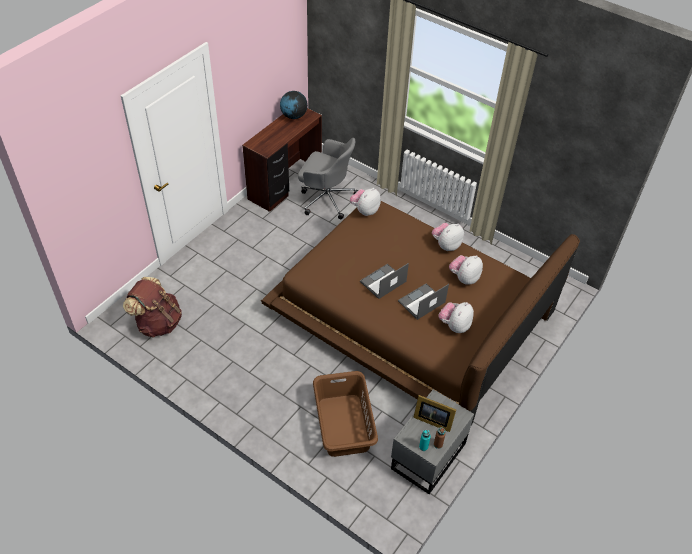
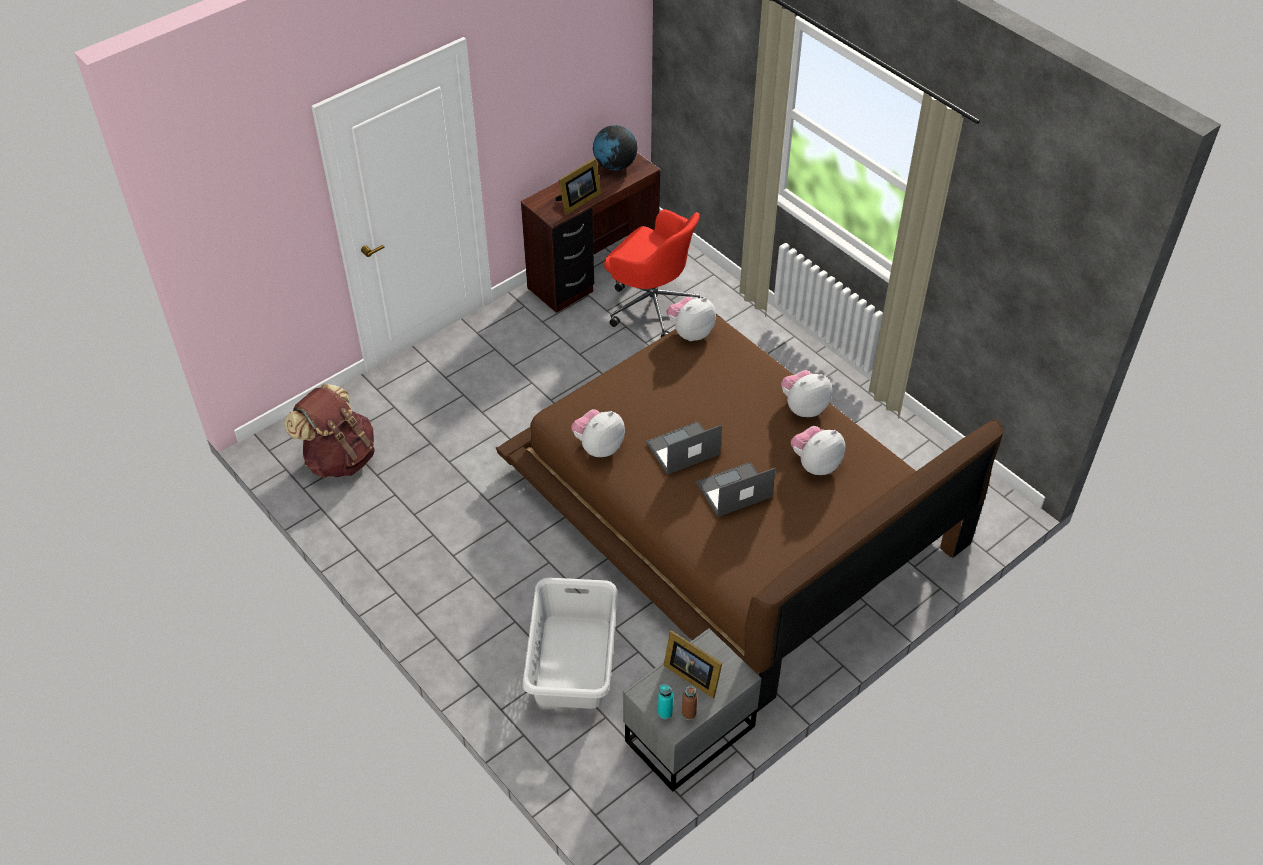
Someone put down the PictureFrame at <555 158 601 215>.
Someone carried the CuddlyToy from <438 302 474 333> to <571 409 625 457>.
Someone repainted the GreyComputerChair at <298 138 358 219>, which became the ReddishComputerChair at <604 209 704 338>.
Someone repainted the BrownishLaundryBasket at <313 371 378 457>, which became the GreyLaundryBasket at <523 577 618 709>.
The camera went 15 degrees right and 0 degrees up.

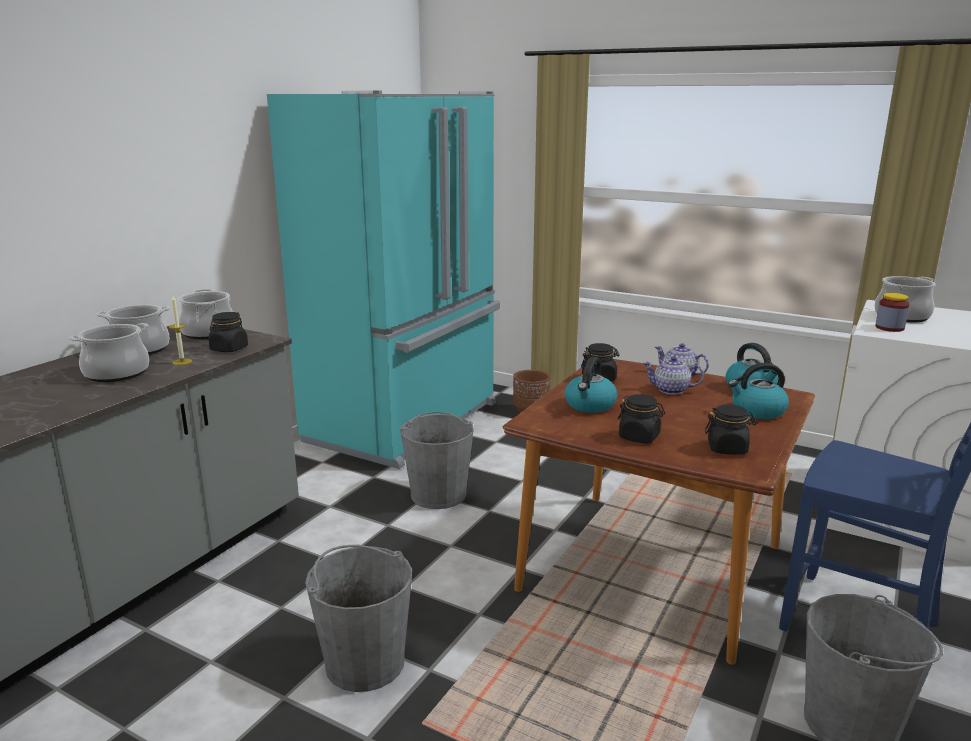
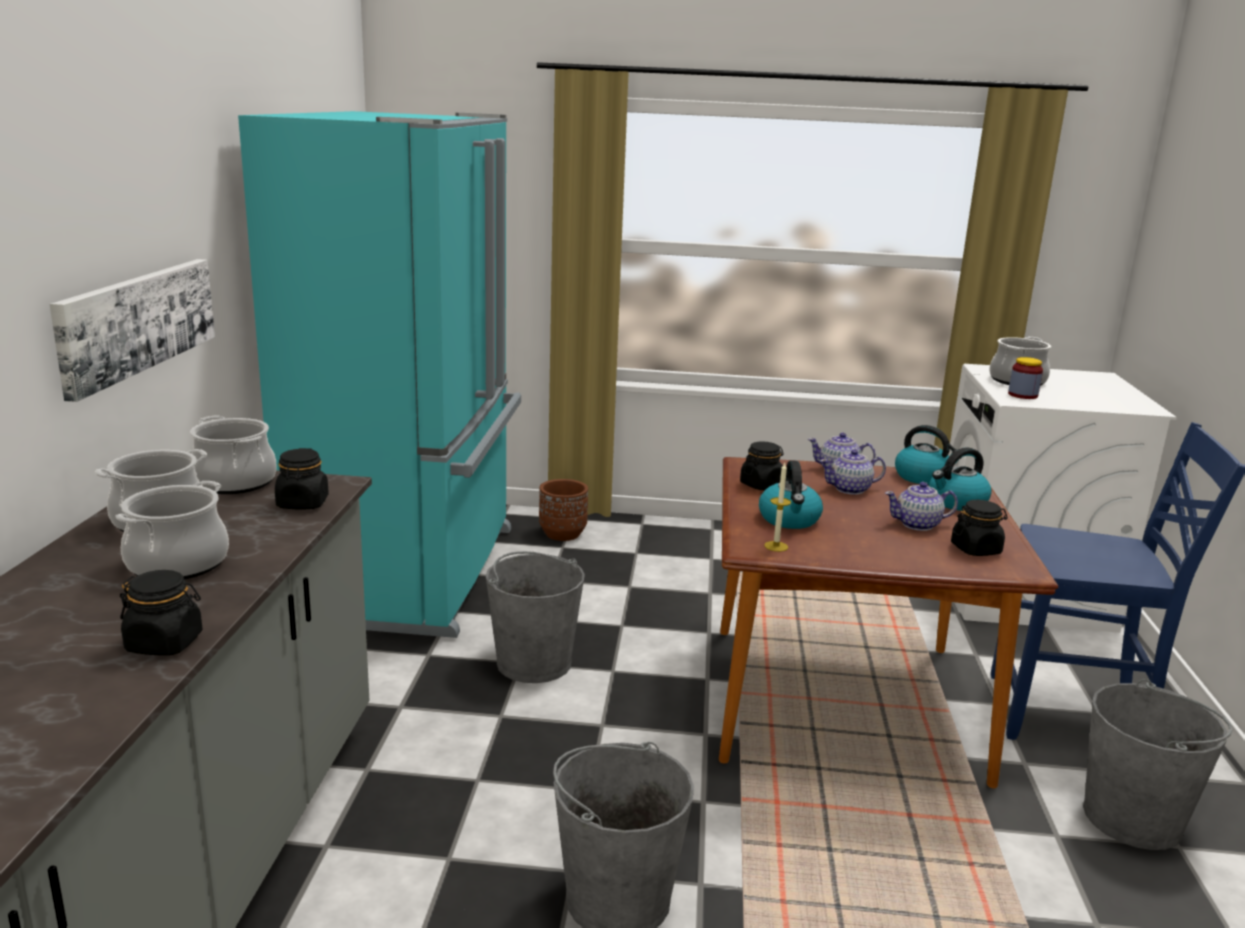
Someone put up the Picture at <50 259 215 402>.
Someone put down the PotForTea at <885 482 958 531>.
Someone carried the Candle from <169 296 192 365> to <764 463 791 552>.
Someone carried the BlackishPreserveJar from <618 394 665 444> to <120 570 202 655>.
The camera went 25 degrees left and 0 degrees up.

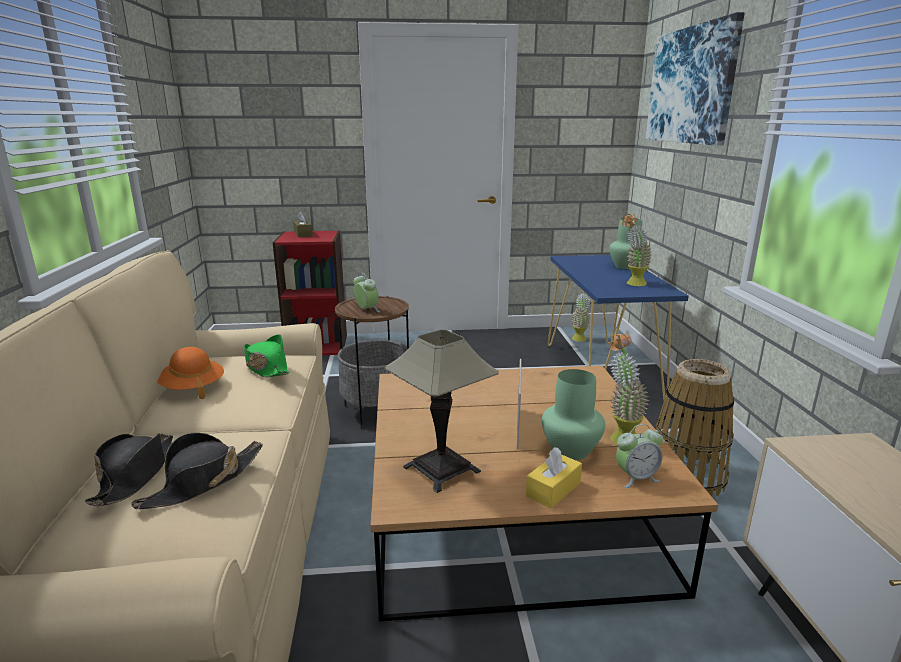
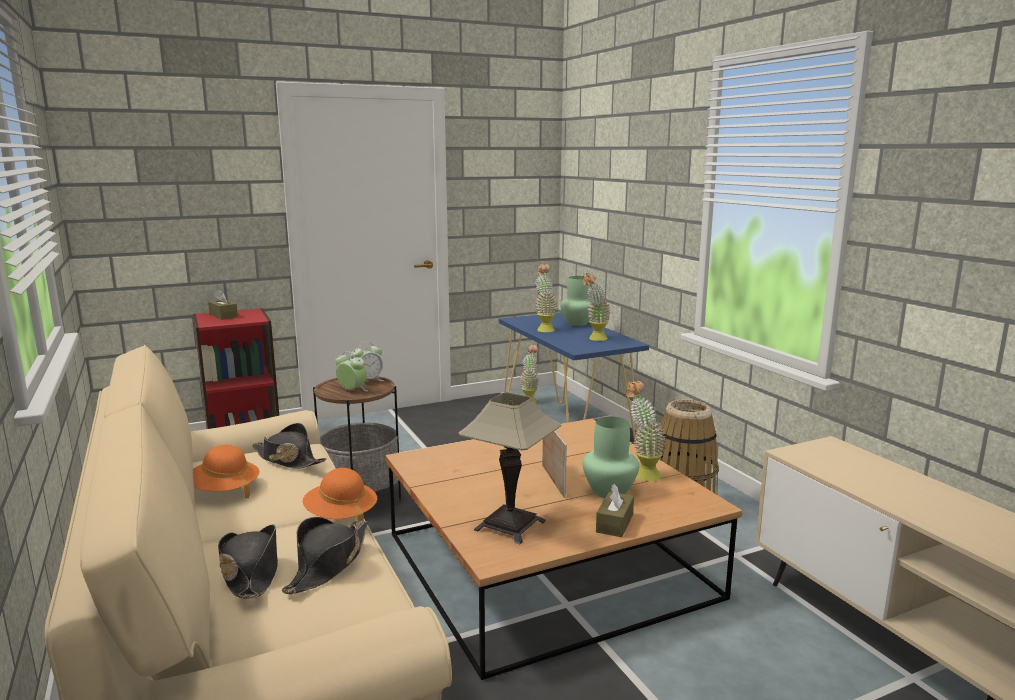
Someone took away the Picture at <646 12 745 146>.
Someone put down the OrangeyClothingHat at <303 468 377 521>.
Someone put down the PlantInAPot at <535 264 558 332>.
Someone carried the AlarmClock from <616 424 663 488> to <351 342 384 385>.
Someone repainted the GreenClothingHat at <244 334 290 378>, which became the BlackishClothingHat at <252 423 327 469>.
Someone repainted the YellowishTissueBox at <526 447 582 509>, which became the BrownishTissueBox at <596 484 634 537>.
The camera went 20 degrees left and 5 degrees down.

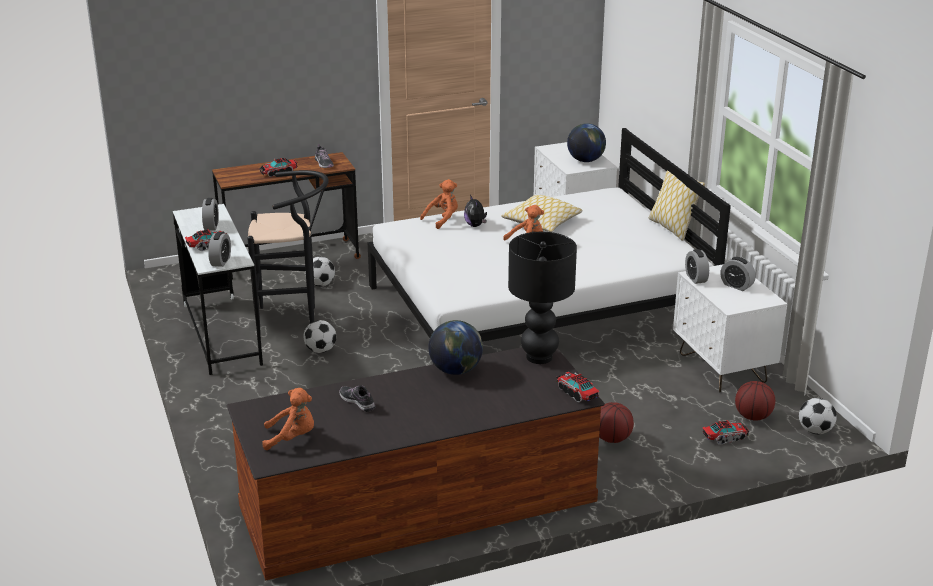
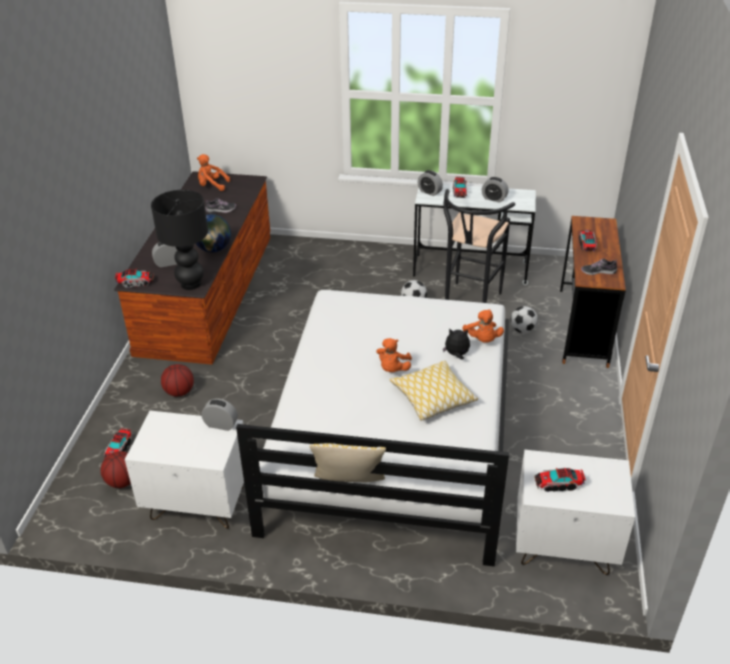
Someone took away the BallForFootball at <799 398 837 434>.
Someone carried the AlarmClock from <720 257 756 291> to <152 242 177 268>.
Someone swapped the Globe at <567 123 606 162> for the ToyTruck at <534 468 586 492>.
Someone rotated the OrangeyCuddlyToy at <262 388 314 450> by 75 degrees clockwise.
The camera went 120 degrees right and 10 degrees up.

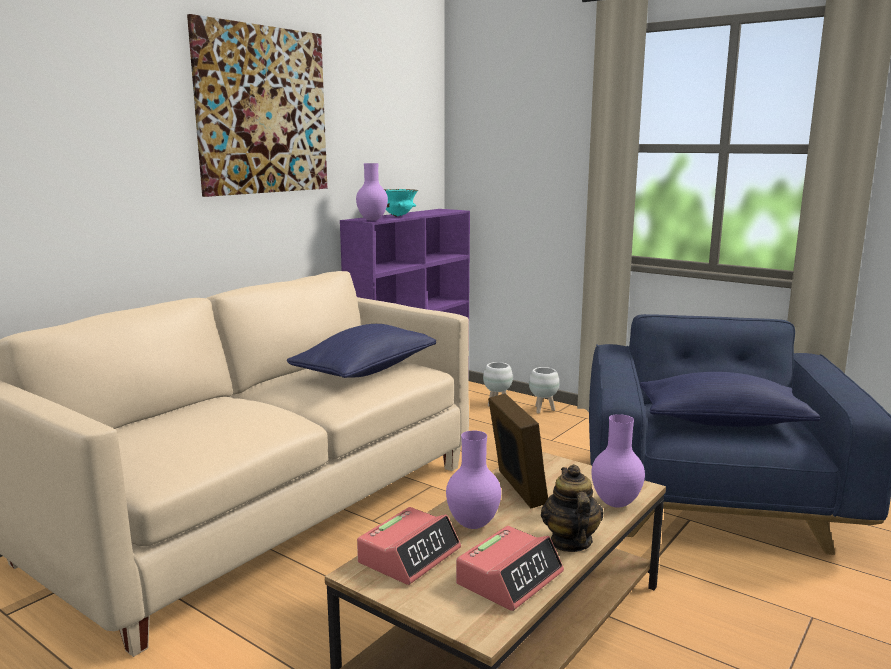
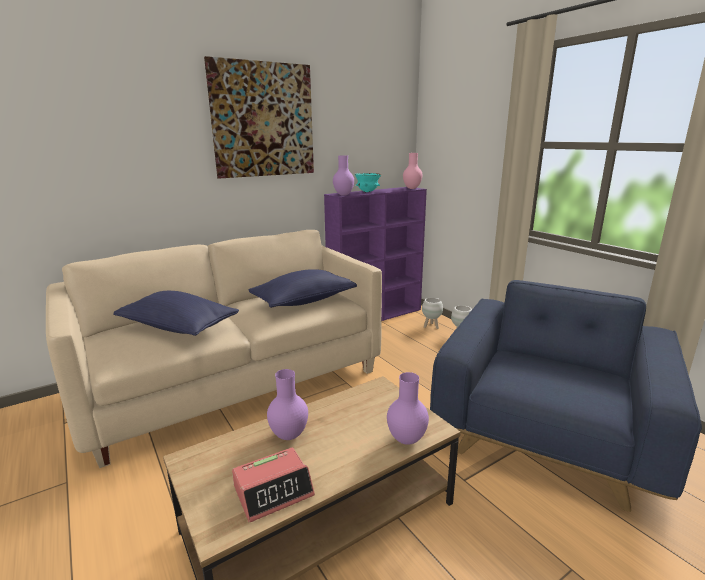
Someone took away the AlarmClock at <357 507 461 585>.
Someone took away the PictureFrame at <488 393 548 508>.
Someone took away the PotForTea at <541 464 603 552>.
Someone put down the PinkVase at <403 153 423 189>.
Someone carried the BluishPillow from <640 372 820 427> to <113 291 239 336>.
The camera went 20 degrees right and 5 degrees up.

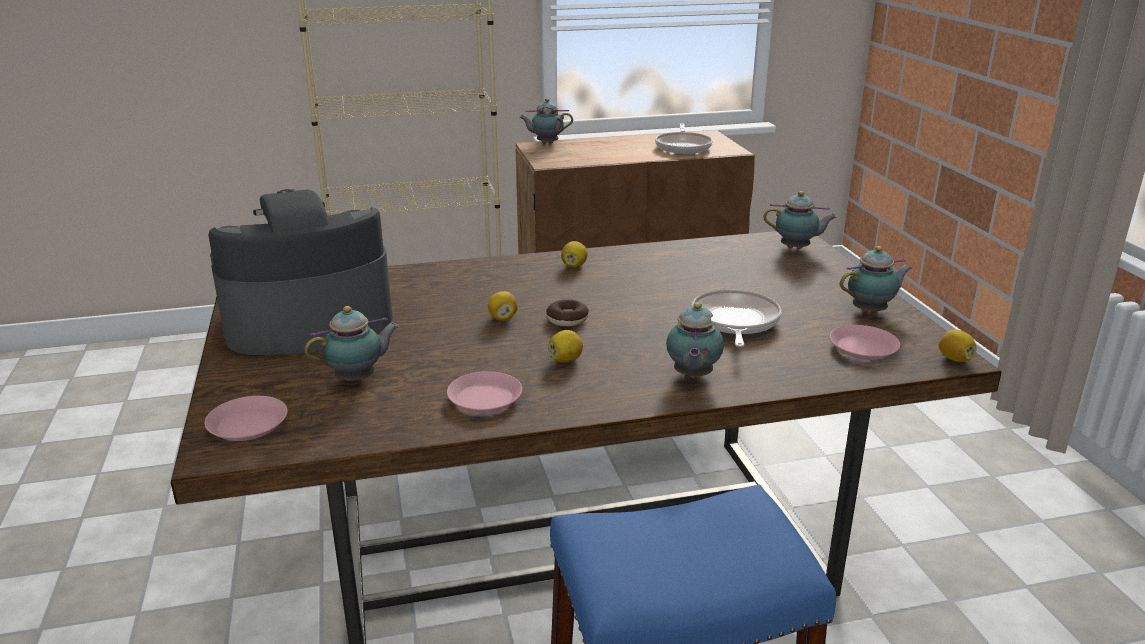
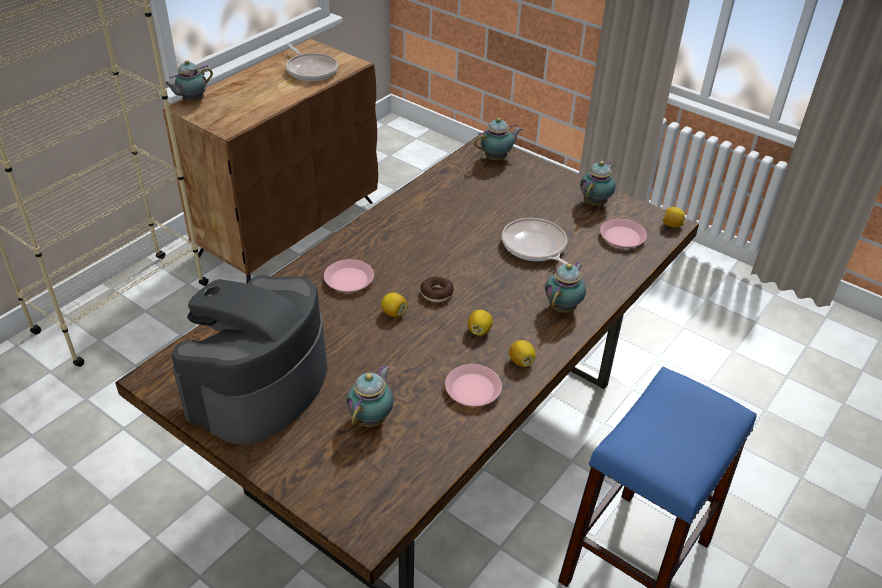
Someone carried the PinkDinnerPlate from <205 396 288 441> to <324 259 374 292>.
Someone carried the Lemon from <561 241 588 268> to <509 340 536 367>.
Someone rotated the PotForTea at <666 302 724 378> by 120 degrees counterclockwise.
The camera went 40 degrees left and 15 degrees up.

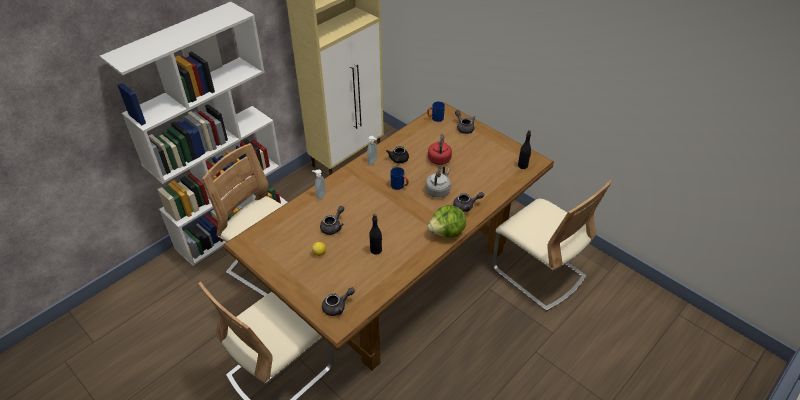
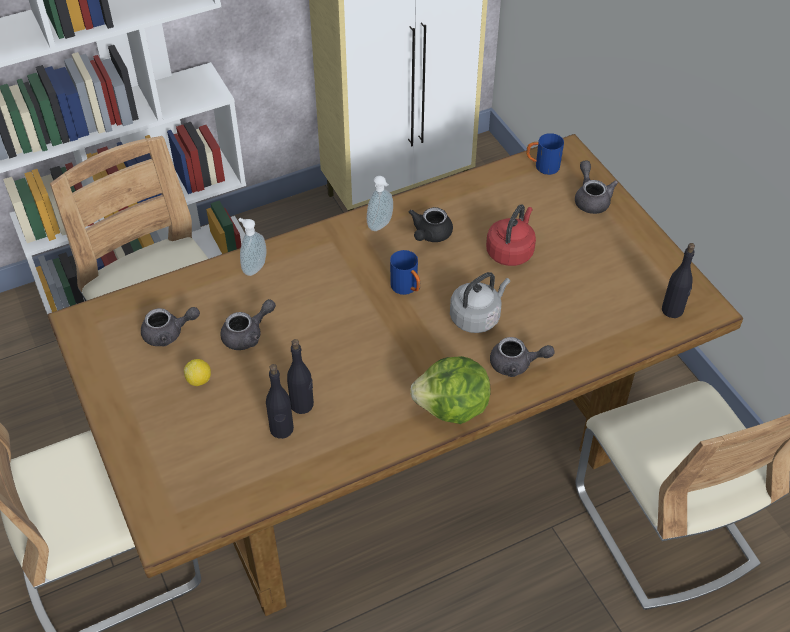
Someone put down the BlackishBottle at <266 364 294 439>.
Someone carried the GreyPotForTea from <322 287 355 316> to <141 307 200 346>.
The camera went 20 degrees right and 5 degrees up.

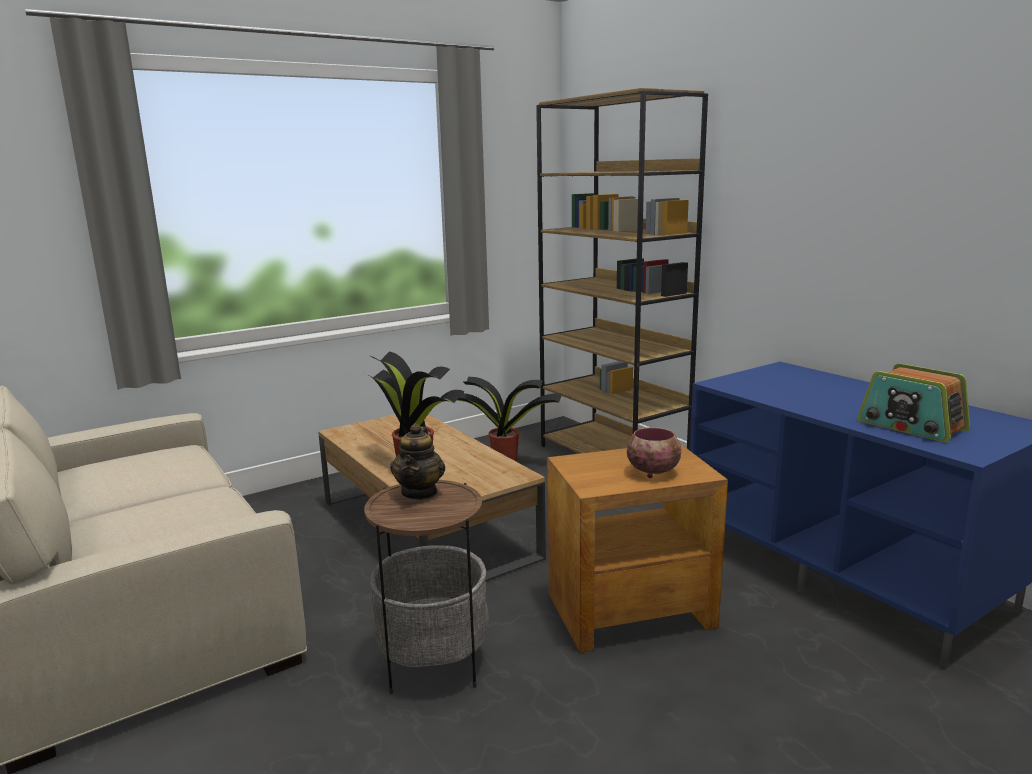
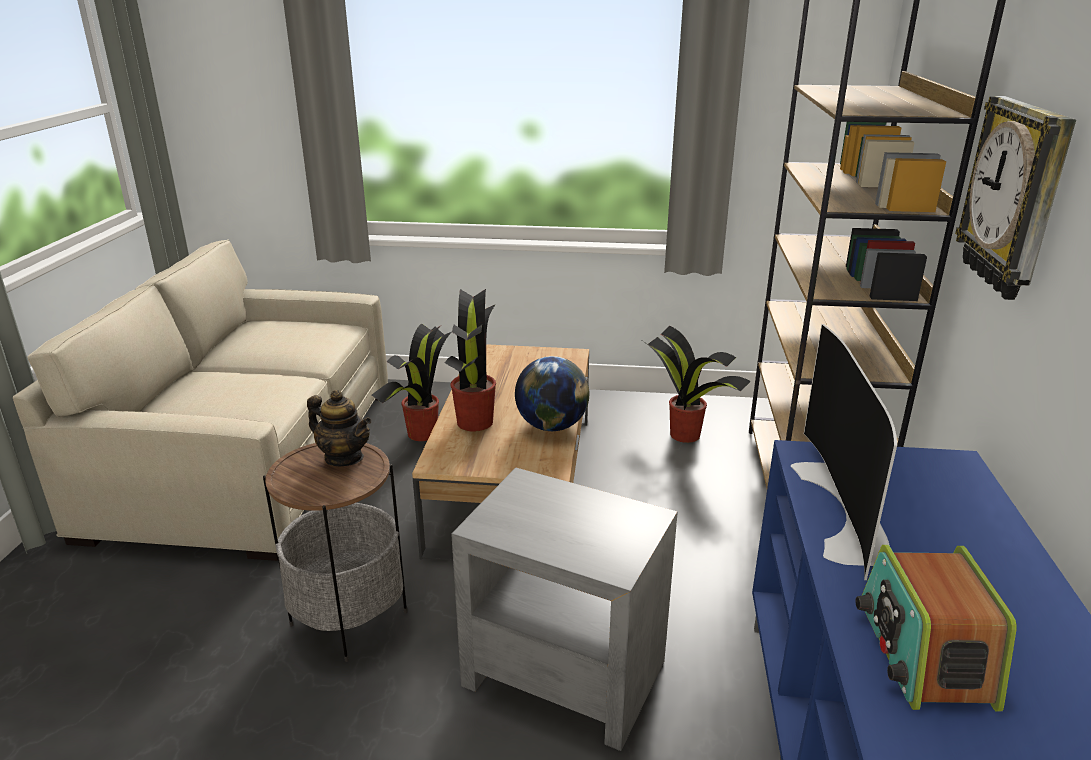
Someone took away the DeepDish at <627 427 681 478>.
Someone put down the PlantInAPot at <372 323 452 441>.
Someone put down the Globe at <515 356 589 431>.
Someone put down the Tv at <791 324 897 580>.
Someone put up the WallClock at <955 96 1076 300>.
Someone repainted the BrownishEndTable at <547 443 728 653>, which became the GreyEndTable at <451 468 678 751>.
Someone rotated the PotForTea at <390 423 445 500> by 105 degrees counterclockwise.
The camera went 40 degrees right and 10 degrees up.

